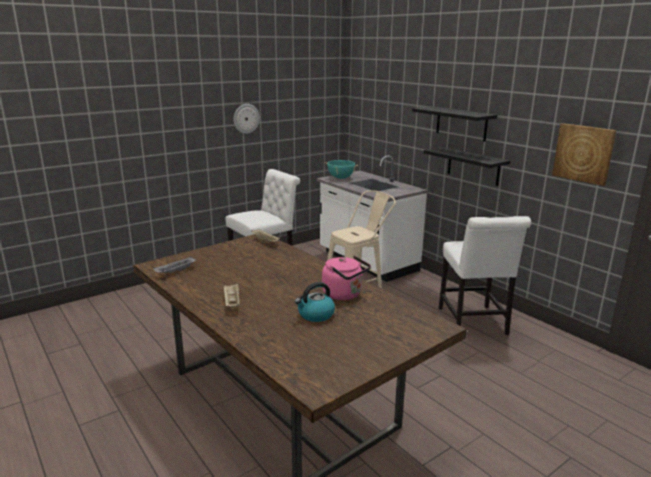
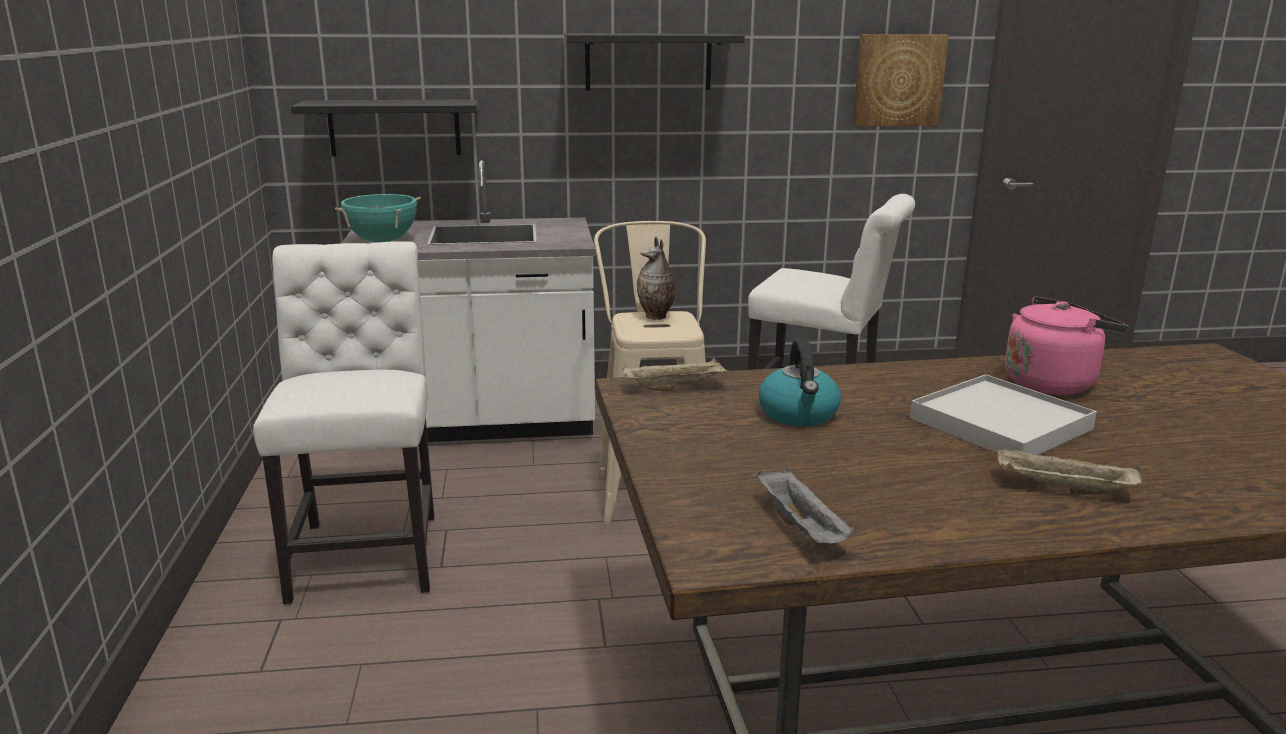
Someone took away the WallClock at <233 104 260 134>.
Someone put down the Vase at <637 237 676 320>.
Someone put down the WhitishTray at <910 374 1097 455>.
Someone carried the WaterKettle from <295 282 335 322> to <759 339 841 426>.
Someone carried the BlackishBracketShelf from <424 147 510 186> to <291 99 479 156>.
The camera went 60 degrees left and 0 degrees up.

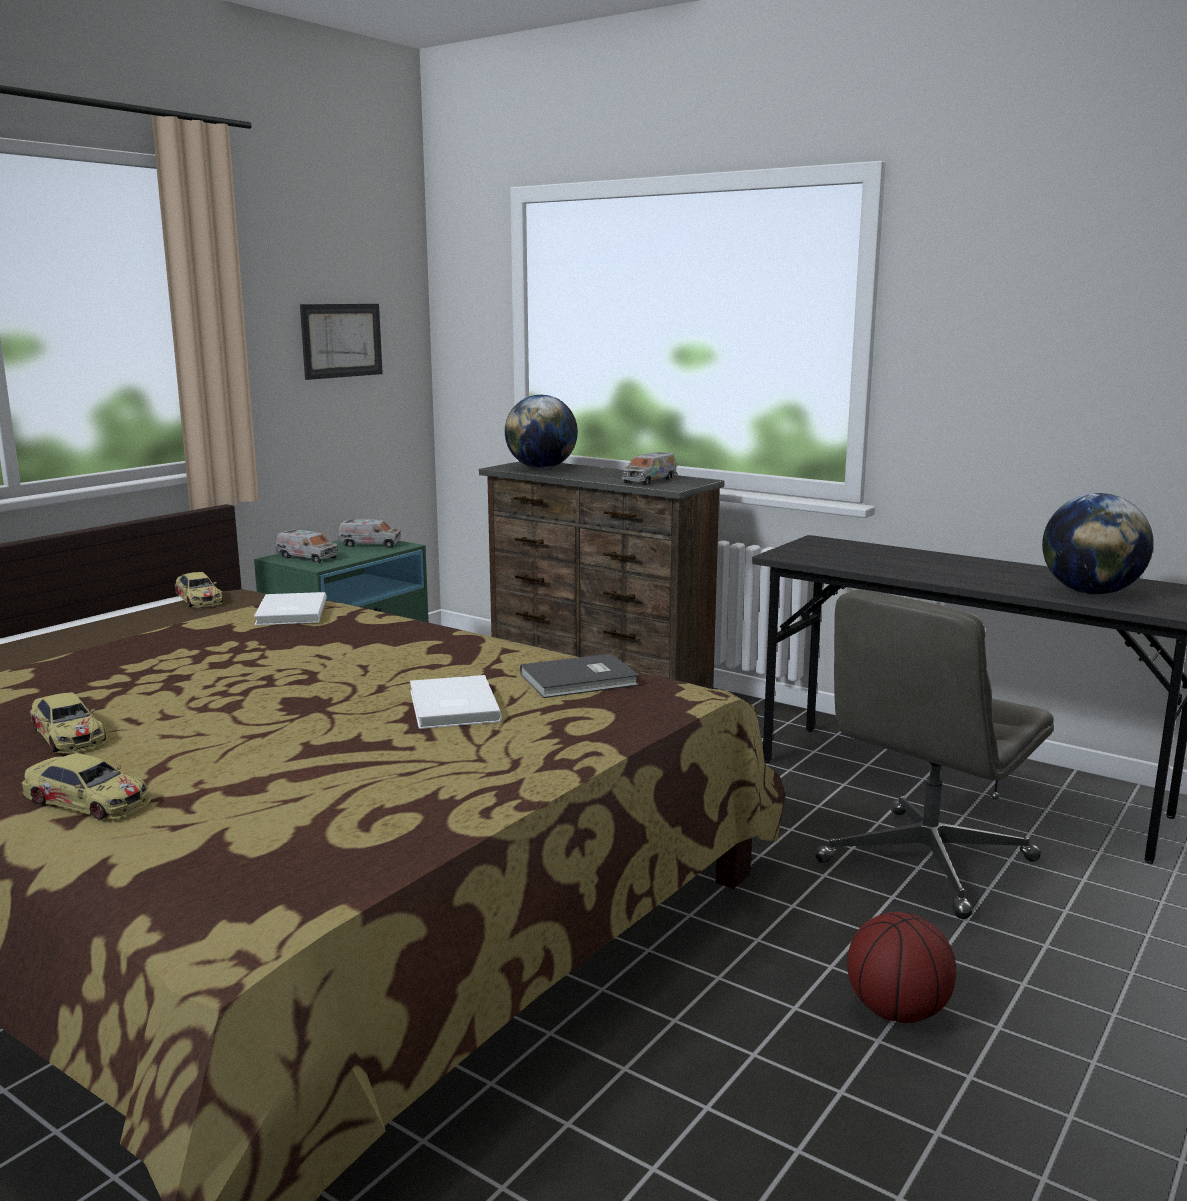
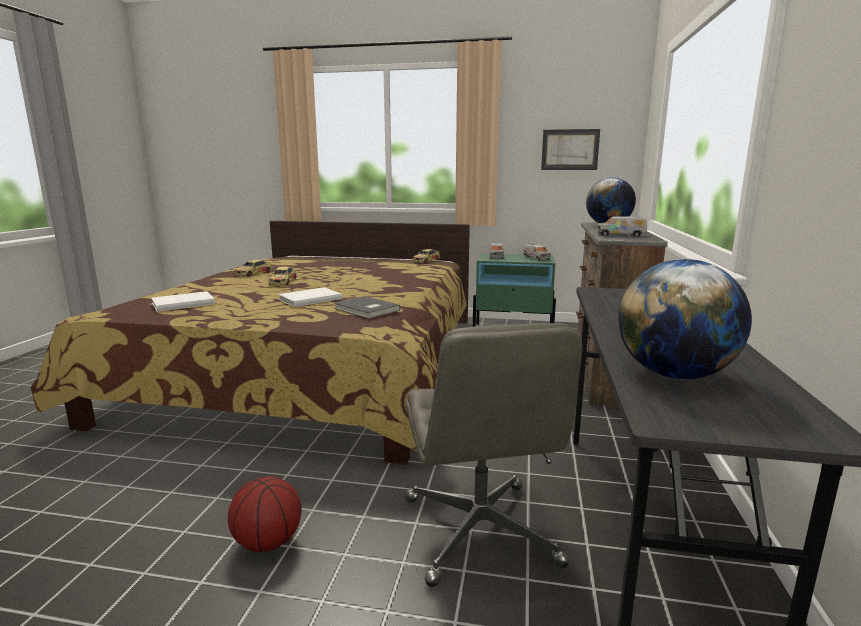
Someone carried the MiniatureCar from <22 753 151 820> to <269 267 297 286>.
Someone carried the WhitishBoundBook from <254 592 327 625> to <152 291 215 312>.
Someone rotated the GreyComputerChair at <815 589 1054 919> by 120 degrees counterclockwise.
The camera went 65 degrees right and 0 degrees up.

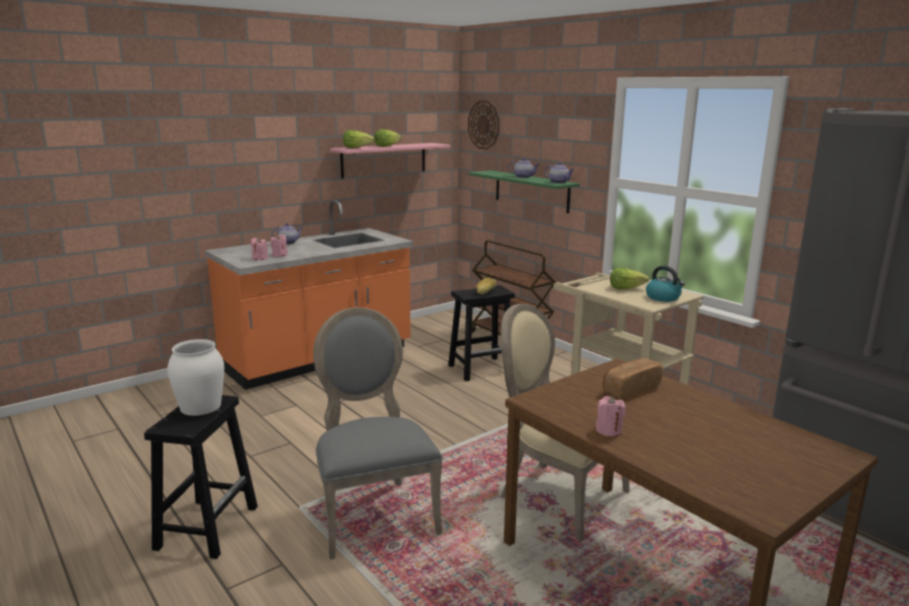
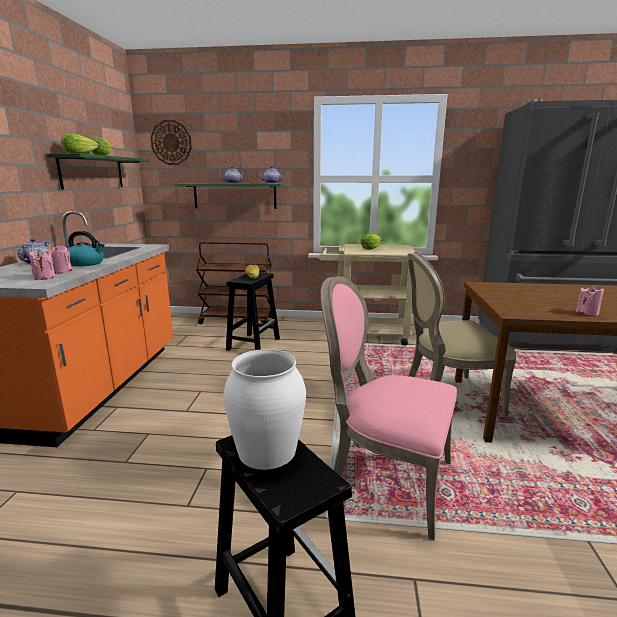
Someone took away the BakedBread at <603 358 663 399>.
Someone carried the WaterKettle from <646 266 685 302> to <68 231 105 266>.
Someone repainted the GreyChair at <313 307 443 560>, which became the PinkChair at <320 276 457 540>.
Someone repainted the PinkBracketShelf at <330 143 450 178>, which became the GreenBracketShelf at <46 153 150 189>.
The camera went 45 degrees left and 0 degrees up.

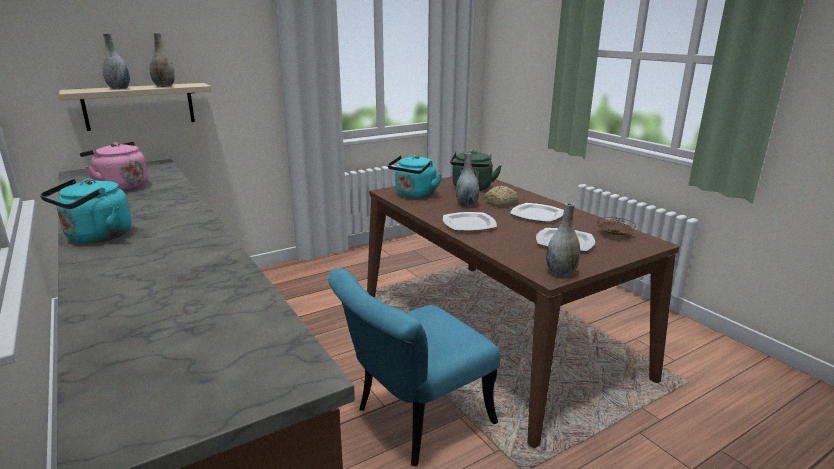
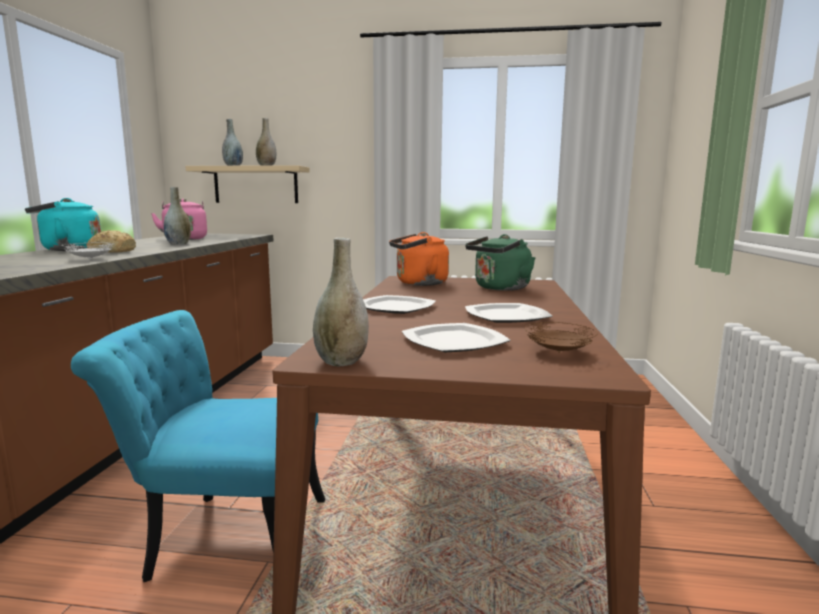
Someone put down the WhitishDinnerPlate at <64 243 114 260>.
Someone carried the GreyVase from <456 153 479 207> to <164 187 191 245>.
Someone carried the BakedBread from <484 186 519 207> to <87 230 136 253>.
Someone repainted the TurquoiseColouredWaterKettle at <388 155 442 198>, which became the OrangeyWaterKettle at <389 232 449 286>.
The camera went 40 degrees right and 10 degrees down.

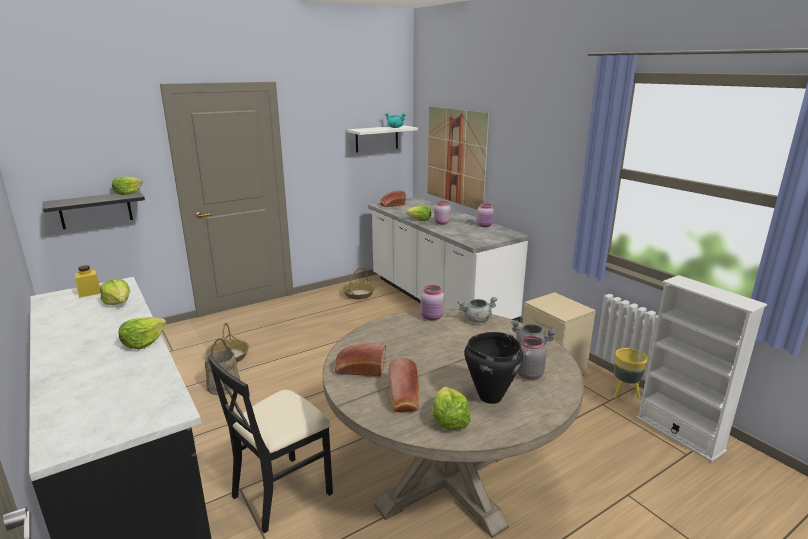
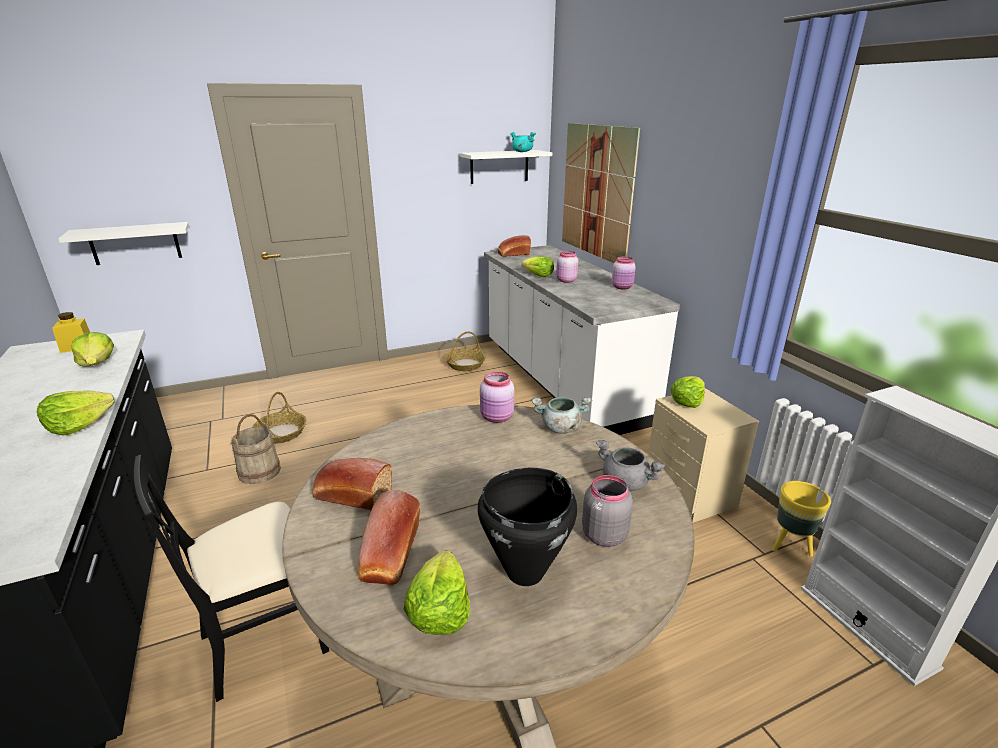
Someone carried the Lettuce from <112 177 143 195> to <670 376 705 408>.
Someone repainted the BlackishBracketShelf at <43 191 145 229>, which became the WhitishBracketShelf at <58 222 189 265>.
The camera went 10 degrees right and 5 degrees up.

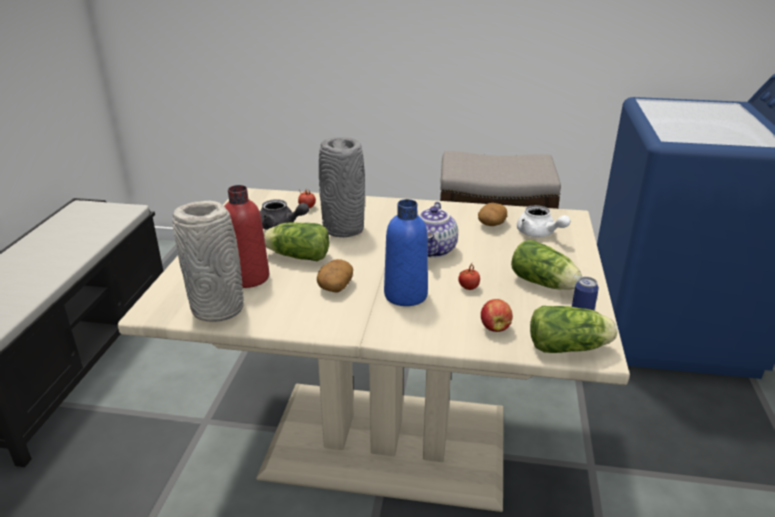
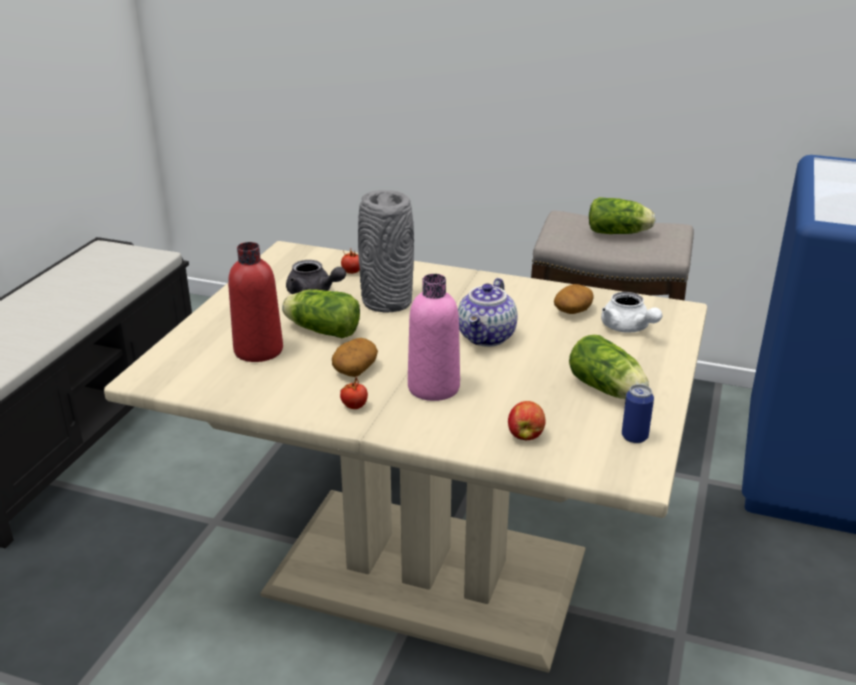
Someone took away the GreyVase at <172 201 244 322>.
Someone carried the Tomato from <458 264 480 290> to <340 375 368 409>.
Someone carried the Lettuce from <530 306 617 353> to <589 197 655 234>.
Someone repainted the BluishBottle at <384 199 428 306>, which became the PinkBottle at <408 274 460 401>.
The camera went 10 degrees right and 0 degrees up.

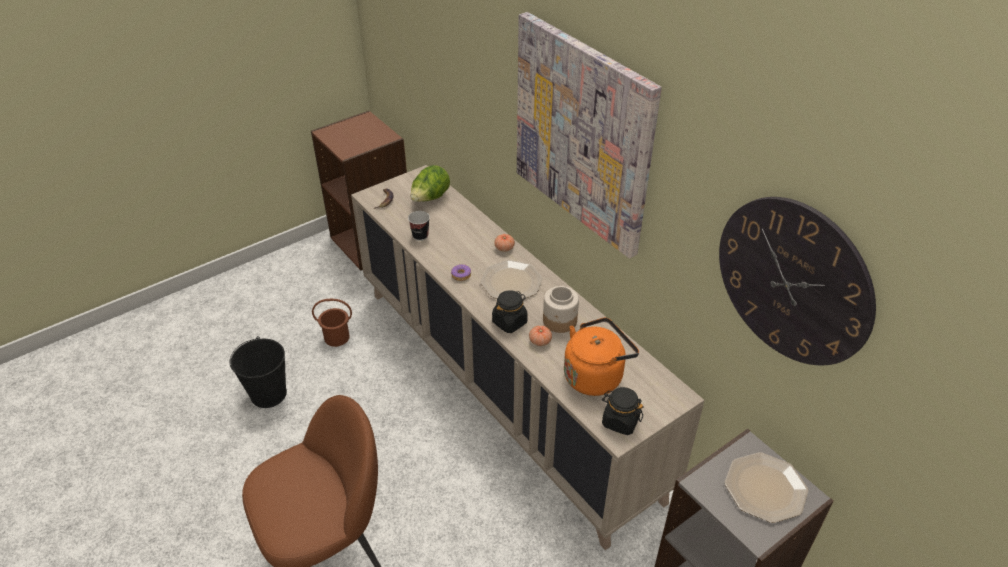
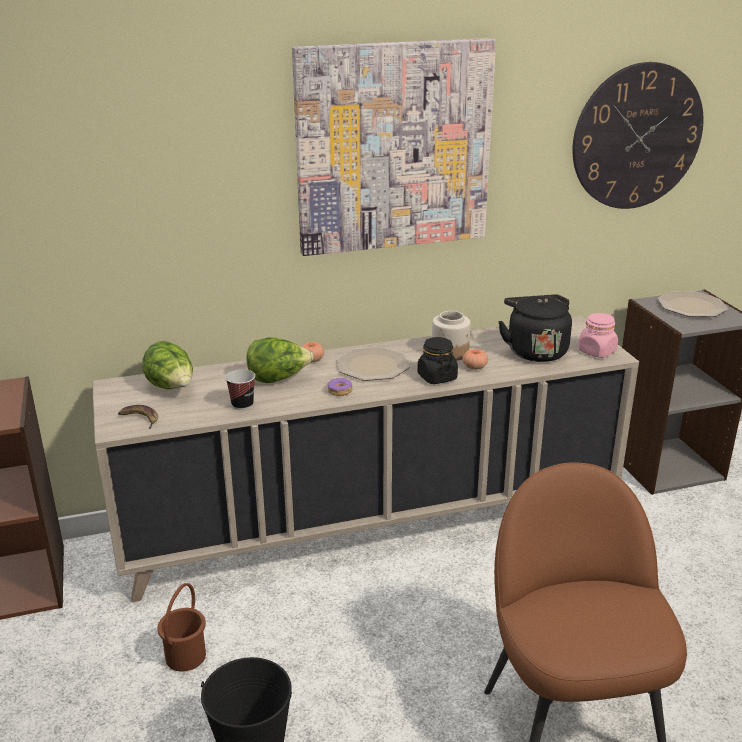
Someone put down the Lettuce at <247 337 314 383>.
Someone repainted the OrangeyWaterKettle at <564 317 639 396>, which became the BlackishWaterKettle at <498 294 572 362>.
Someone repainted the BlackishPreserveJar at <602 387 644 435>, which became the PinkPreserveJar at <578 313 618 358>.
The camera went 70 degrees left and 15 degrees down.

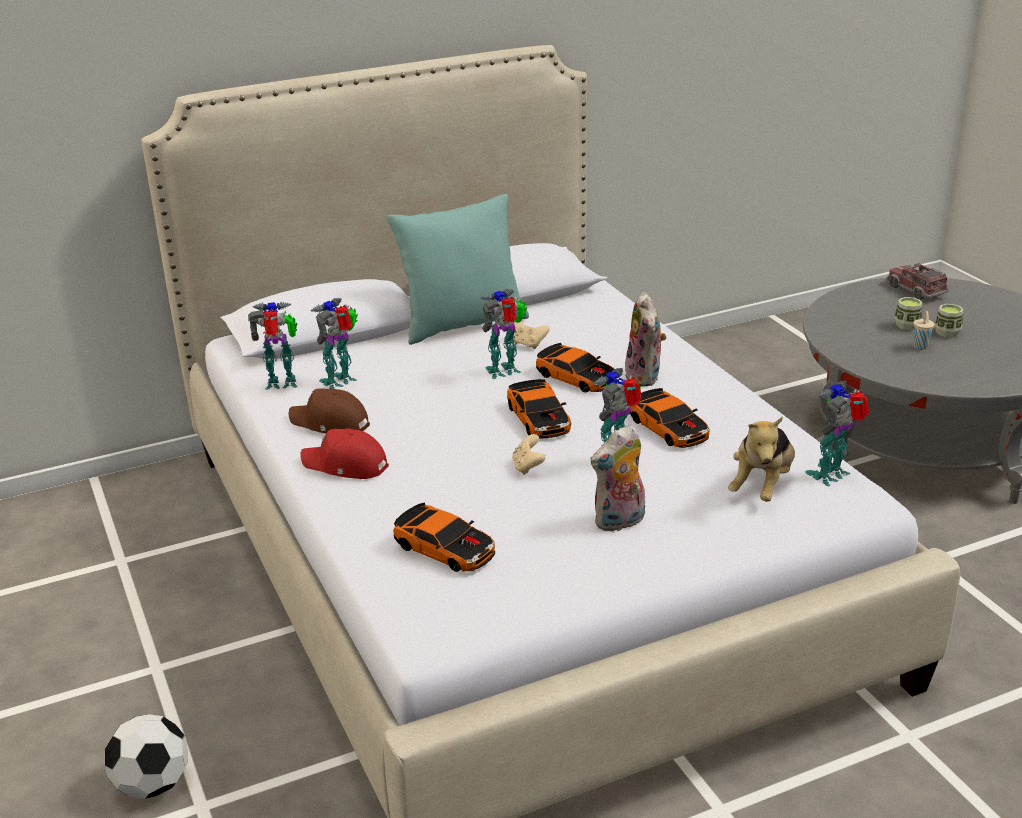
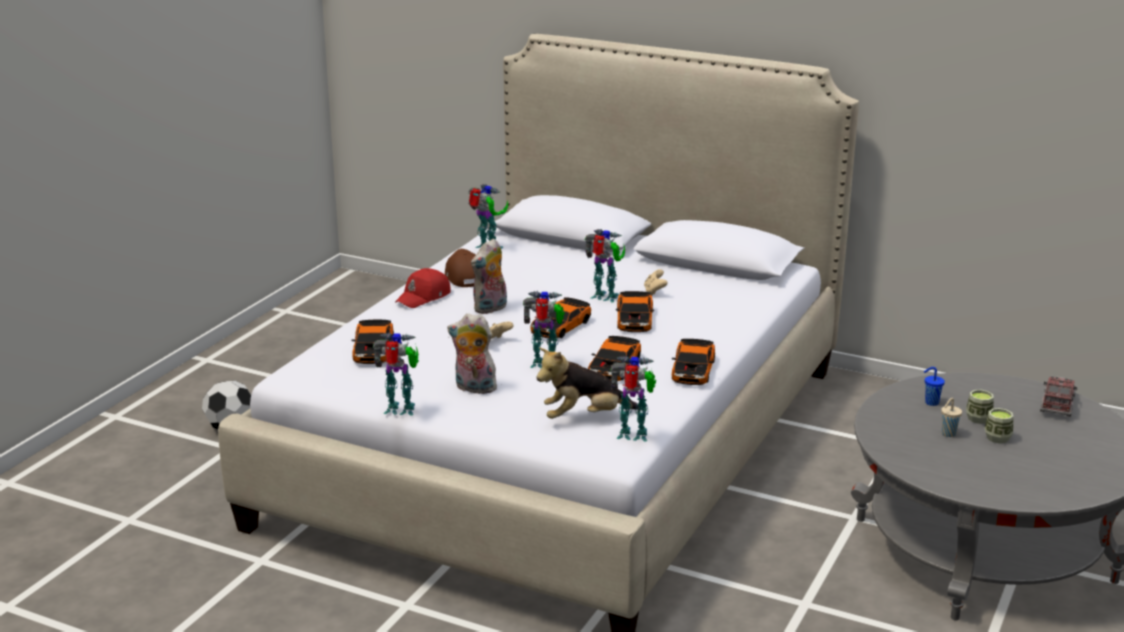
Someone took away the TurquoiseColouredPillow at <387 194 529 345>.
Someone put down the MiniatureCar at <672 339 715 385>.
Someone put down the BluishCup at <924 367 945 406>.
Someone carried the ToyRobot from <310 298 358 389> to <373 332 419 416>.
Someone carried the CuddlyToy from <623 292 667 387> to <471 238 507 314>.
Someone rotated the ReddishBaseballCap at <300 428 389 479> by 120 degrees counterclockwise.
The camera went 50 degrees right and 5 degrees down.

